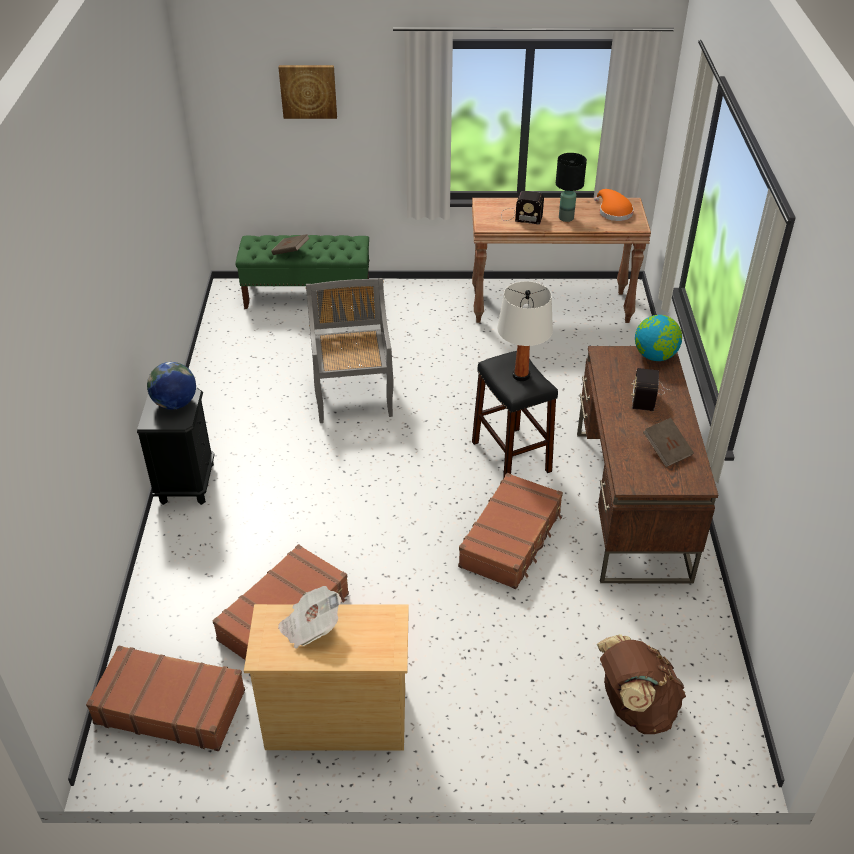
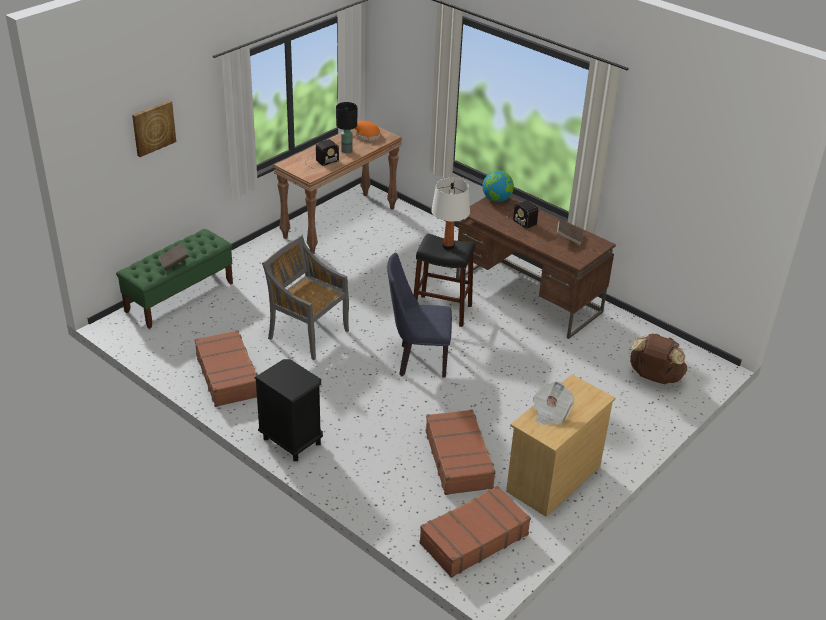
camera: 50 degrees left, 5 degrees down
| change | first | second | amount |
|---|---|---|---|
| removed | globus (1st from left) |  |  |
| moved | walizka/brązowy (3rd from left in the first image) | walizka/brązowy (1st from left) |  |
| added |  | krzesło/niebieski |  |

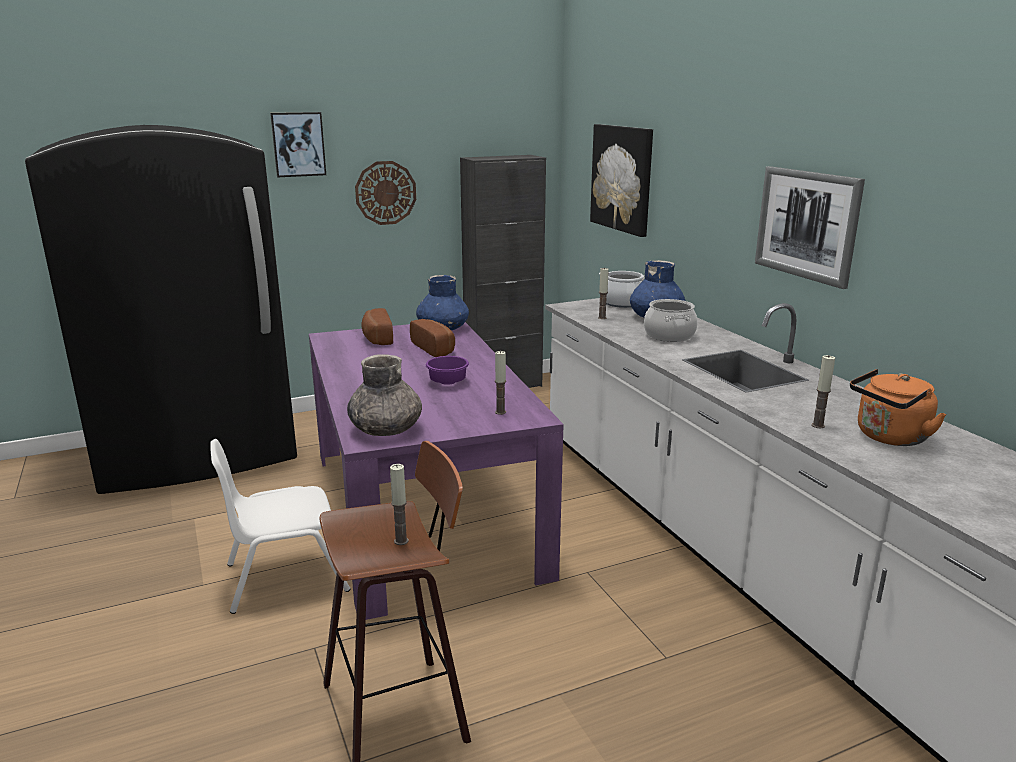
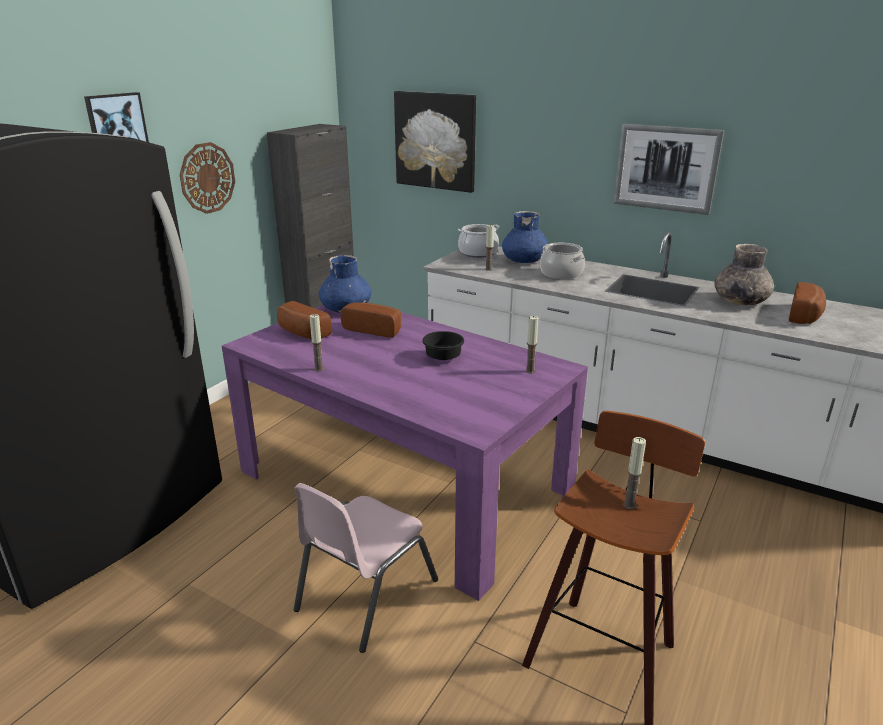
camera: 35 degrees left, 5 degrees up
| change | first | second | amount |
|---|---|---|---|
| moved | wazon/szary |  |  |
| moved | świeca (4th from left in the first image) | świeca (1st from left) |  |
| recoloured | miska/fioletowy | miska/czarny |  |
| replaced | czajnik/pomarańczowy | chleb (3rd from left) |  |
| recoloured | krzesło/biały | krzesło/różowy |  |

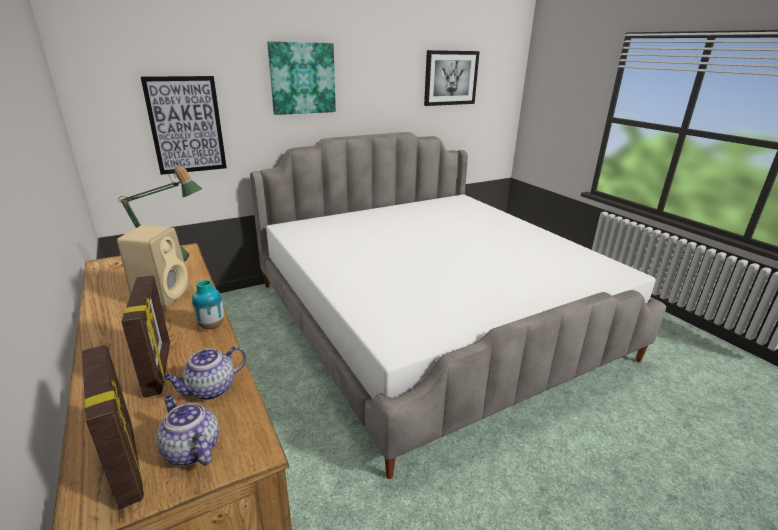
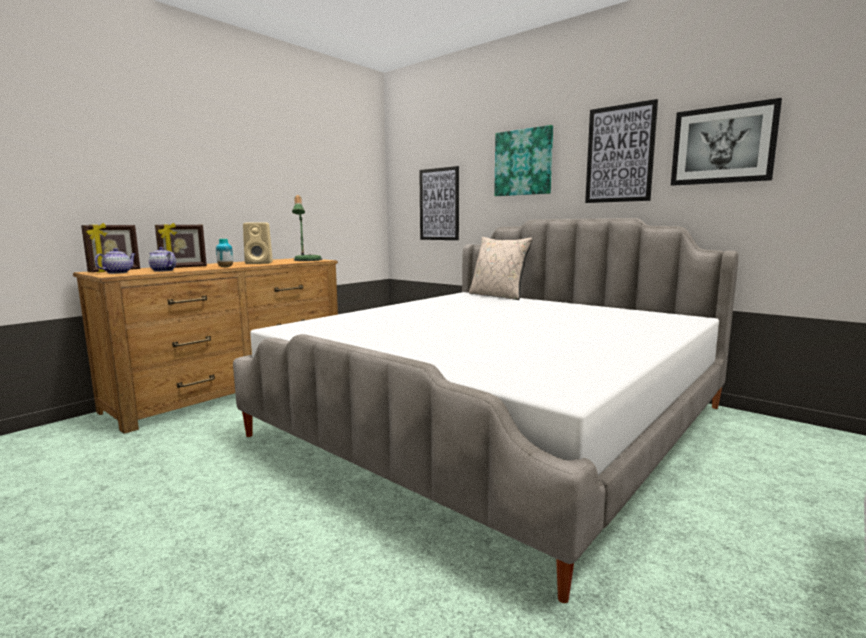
camera: 70 degrees right, 15 degrees down
| change | first | second | amount |
|---|---|---|---|
| added |  | obraz (3rd from left) |  |
| added |  | poduszka/beżowy |  |

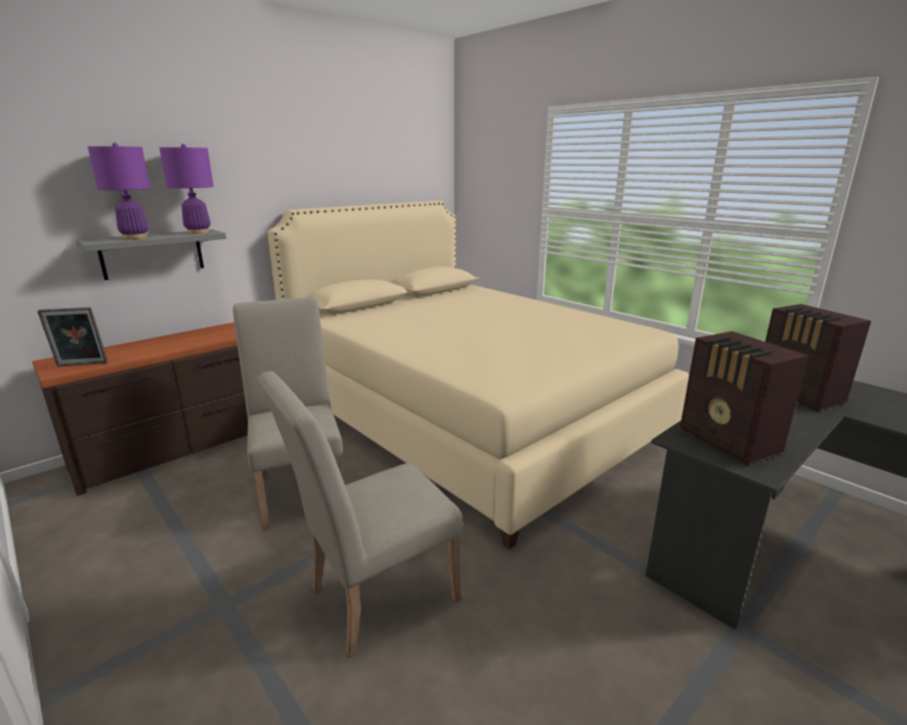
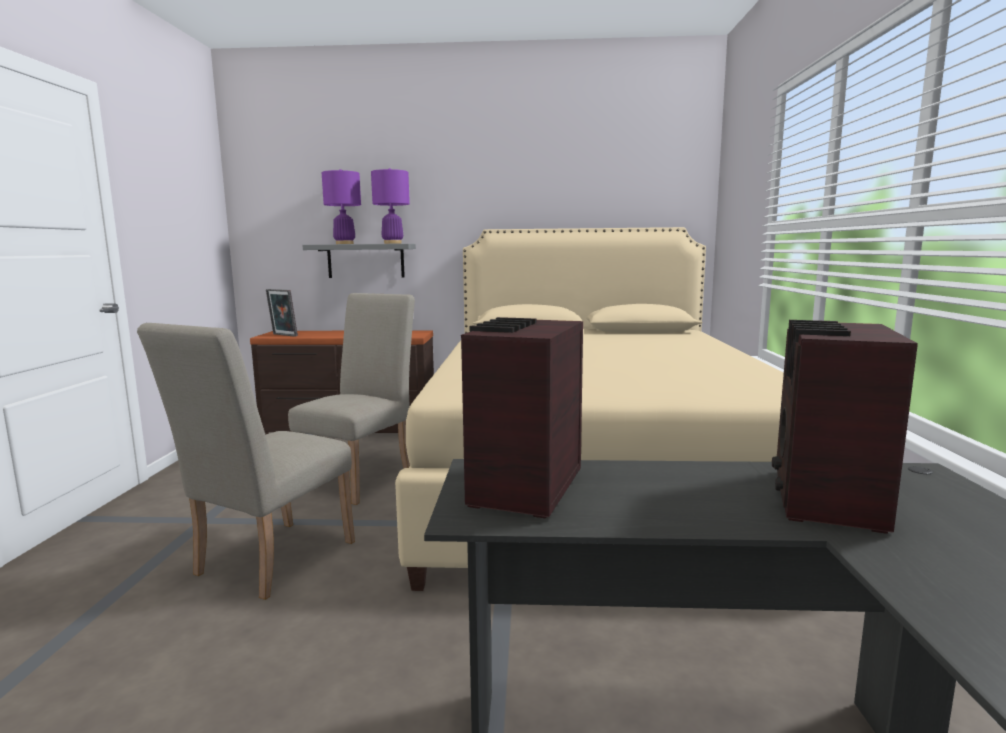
camera: 45 degrees right, 10 degrees down
| change | first | second | amount |
|---|---|---|---|
| turned | krzesło/beżowy (2nd from left in the first image) | krzesło/beżowy (1st from left) | 75 degrees counterclockwise |

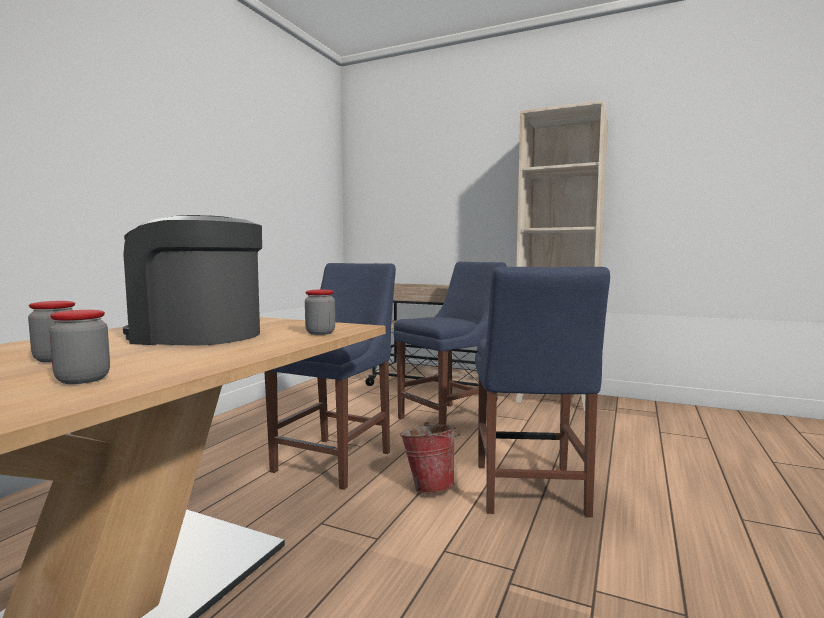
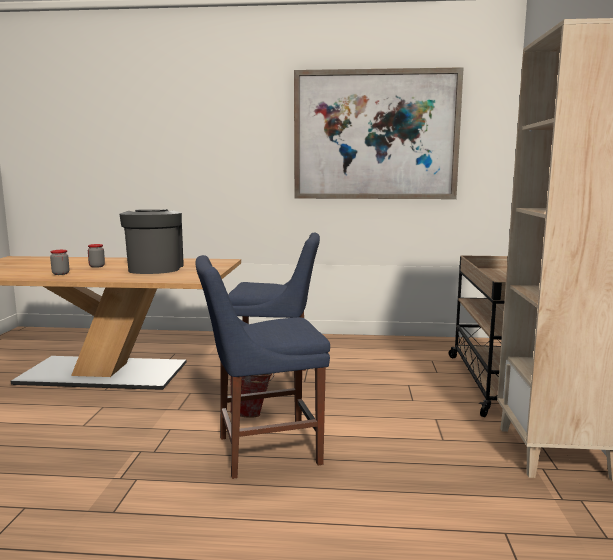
camera: 70 degrees right, 5 degrees up
| change | first | second | amount |
|---|---|---|---|
| removed | krzesło/niebieski (2nd from left) |  |  |
| removed | słoik (3rd from left) |  |  |
| added |  | obraz |  |

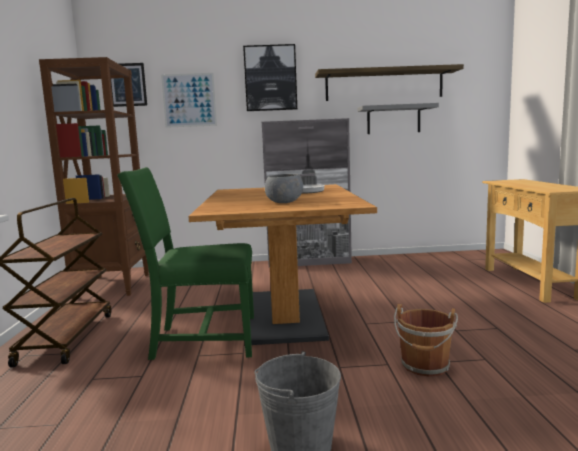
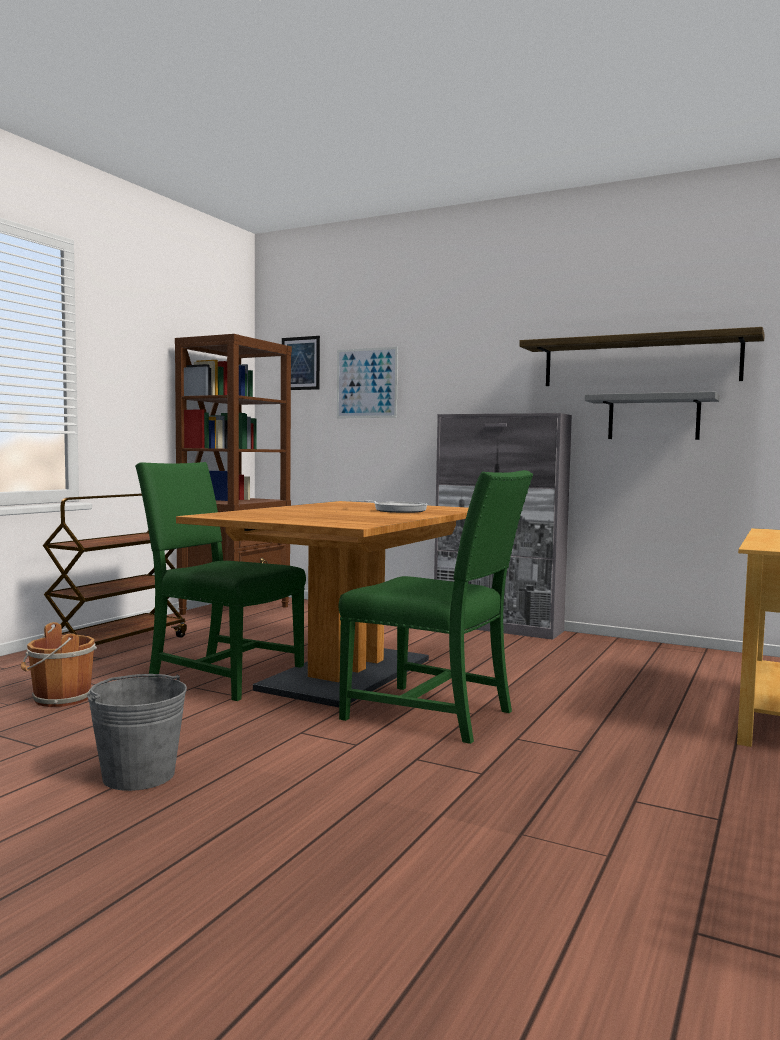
camera: 30 degrees right, 5 degrees down
| change | first | second | amount |
|---|---|---|---|
| removed | obraz (3rd from left) |  |  |
| removed | miska/szary |  |  |
| moved | wiadro/brązowy |  |  |
| added |  | krzesło/zielony (2nd from left) |  |

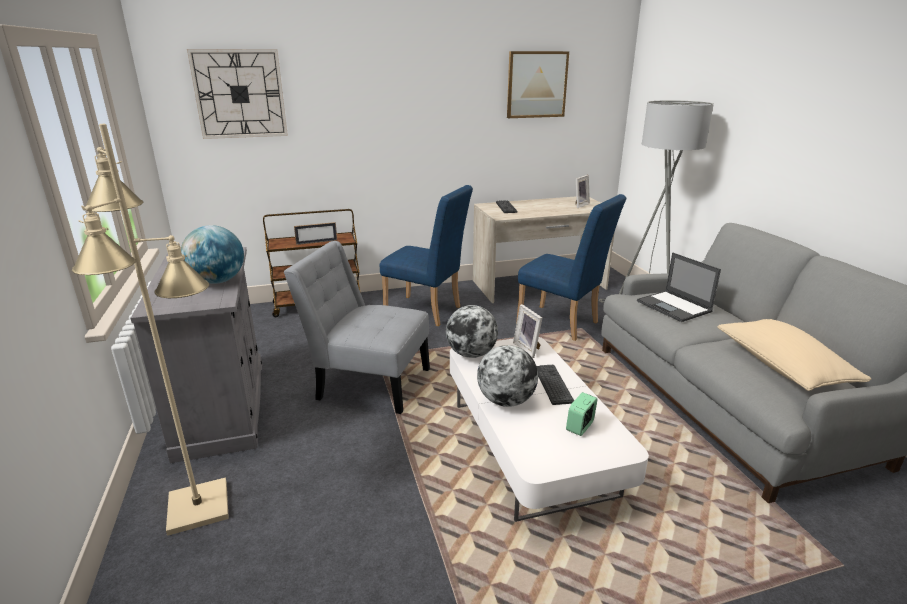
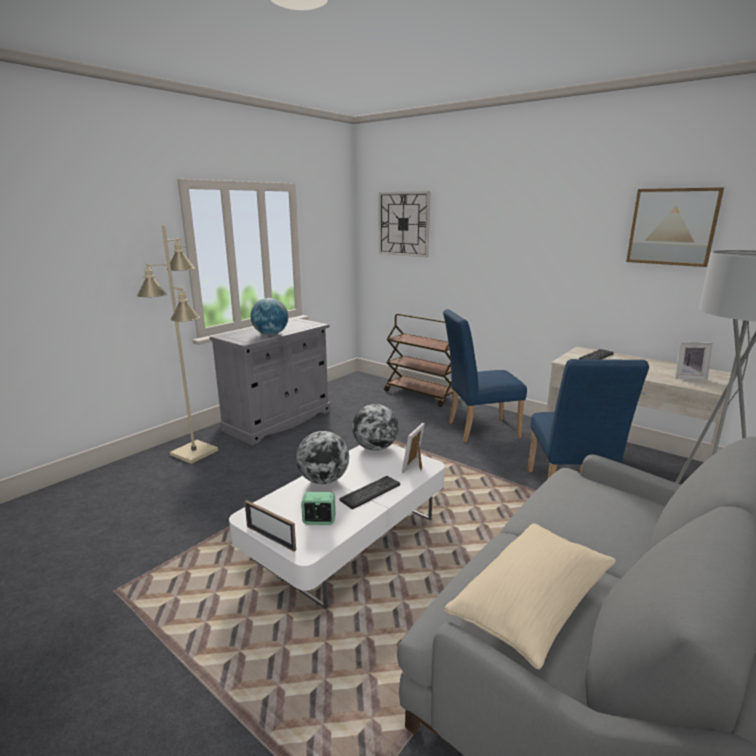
camera: 55 degrees right, 5 degrees down
| change | first | second | amount |
|---|---|---|---|
| turned | krzesło/niebieski (1st from left) |  | 90 degrees clockwise |
| moved | ramka na zdjęcie (1st from left) |  |  |
| removed | krzesło/szary |  |  |
| removed | laptop |  |  |

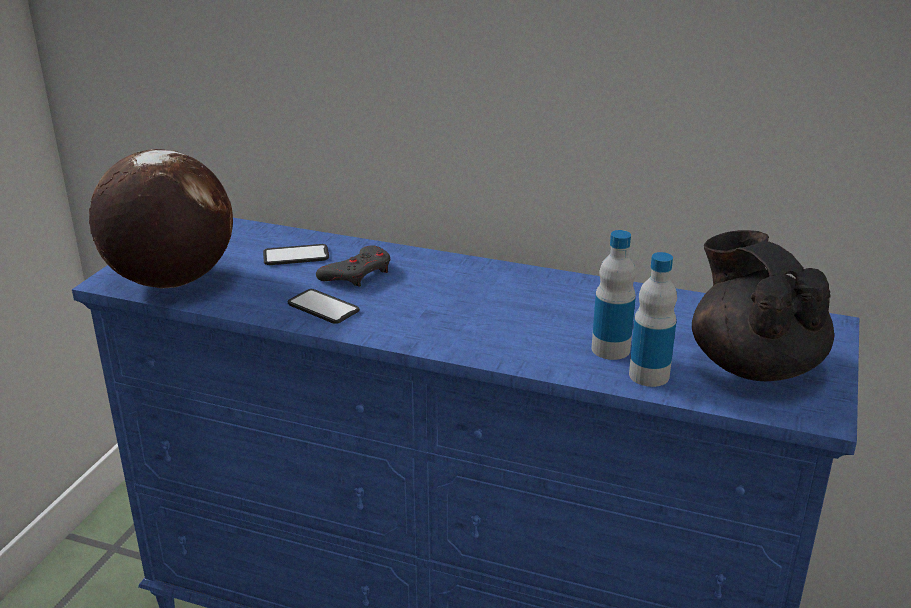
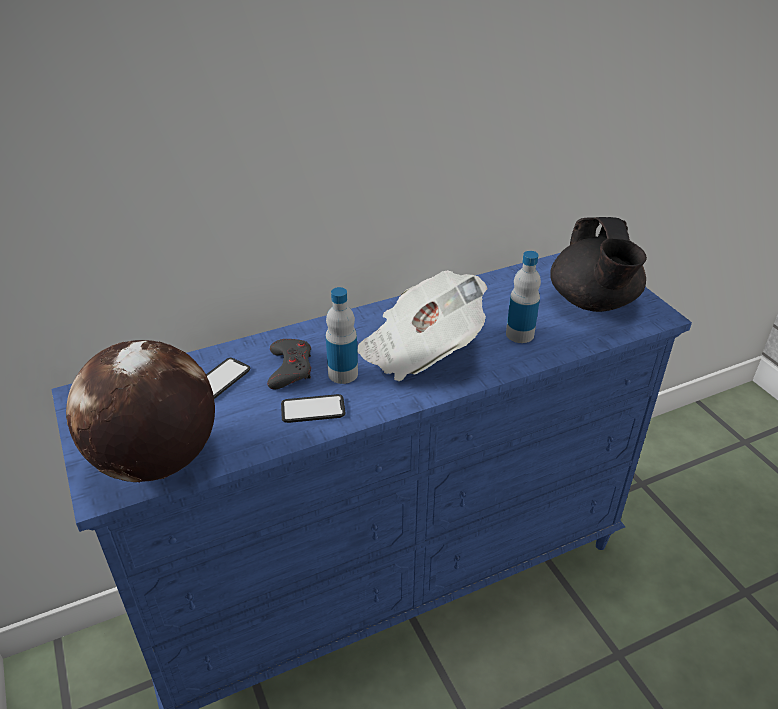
camera: 45 degrees left, 10 degrees up
| change | first | second | amount |
|---|---|---|---|
| turned | imbryk/czarny |  | 120 degrees counterclockwise |
| moved | butelka (2nd from left in the first image) | butelka (1st from left) |  |
| added |  | gazeta |  |

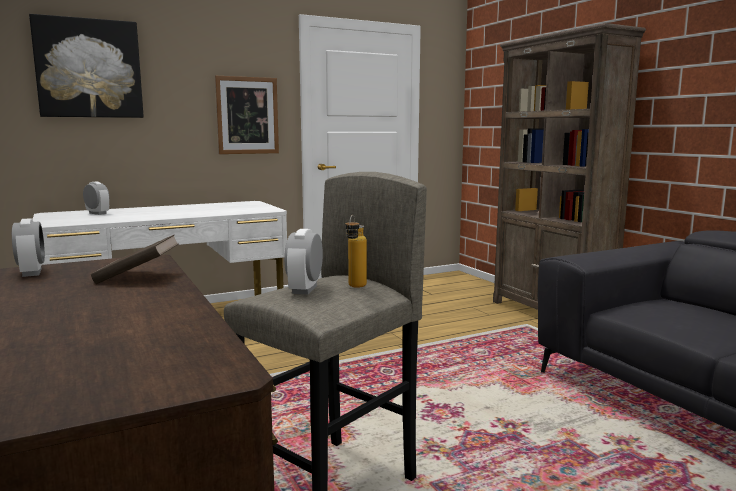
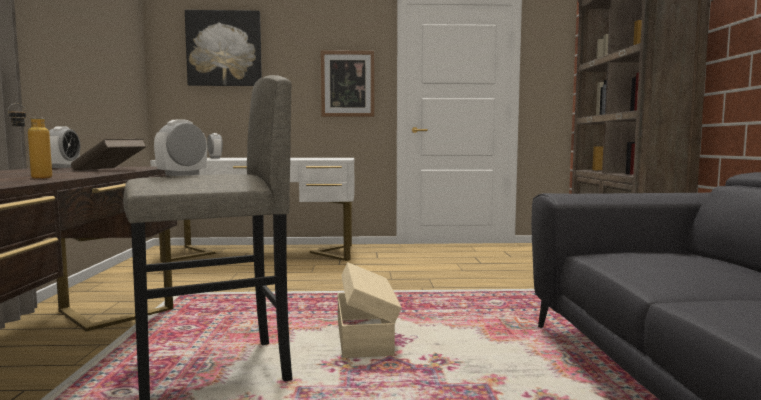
camera: 25 degrees right, 5 degrees down
| change | first | second | amount |
|---|---|---|---|
| moved | butelka |  |  |
| added |  | pojemnik do przechowywania/beżowy |  |

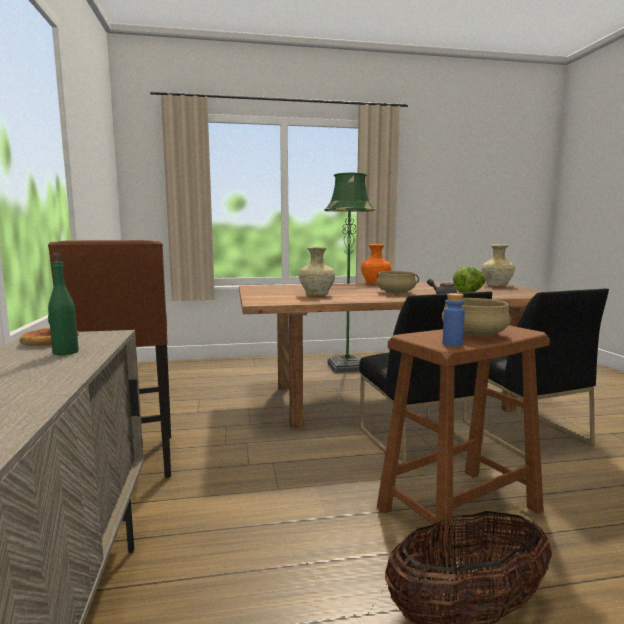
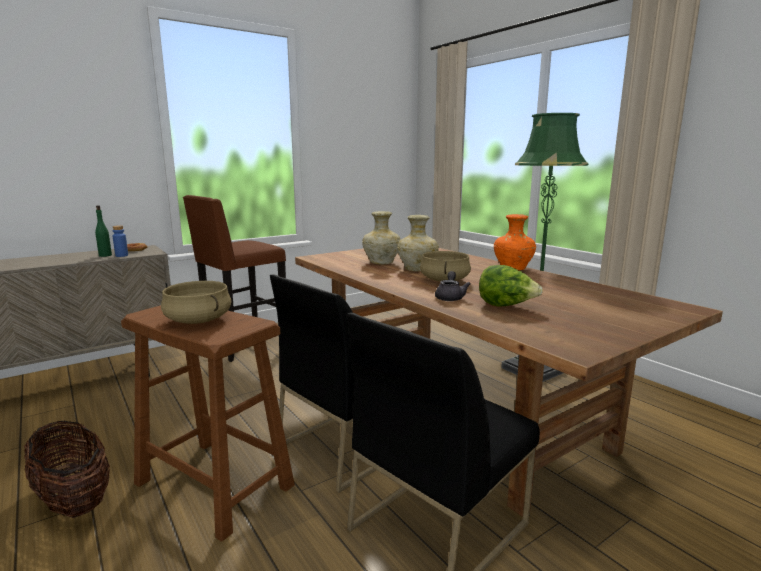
camera: 65 degrees right, 5 degrees up
| change | first | second | amount |
|---|---|---|---|
| moved | wazon/beżowy (2nd from left) |  |  |
| moved | butelka/niebieski |  |  |

